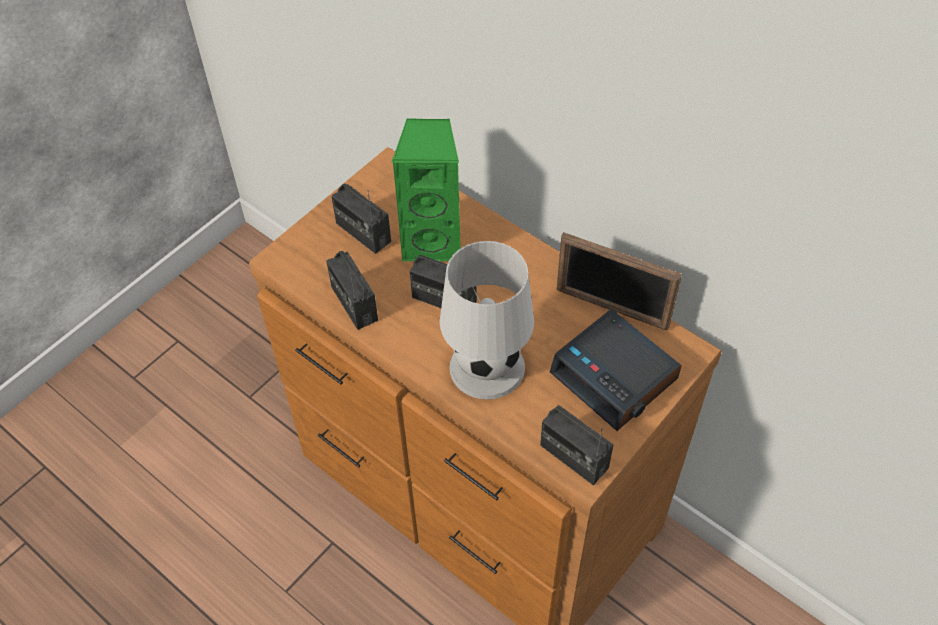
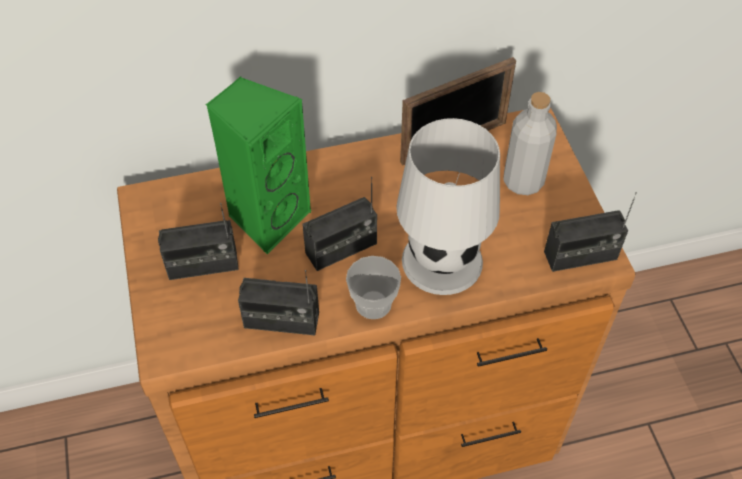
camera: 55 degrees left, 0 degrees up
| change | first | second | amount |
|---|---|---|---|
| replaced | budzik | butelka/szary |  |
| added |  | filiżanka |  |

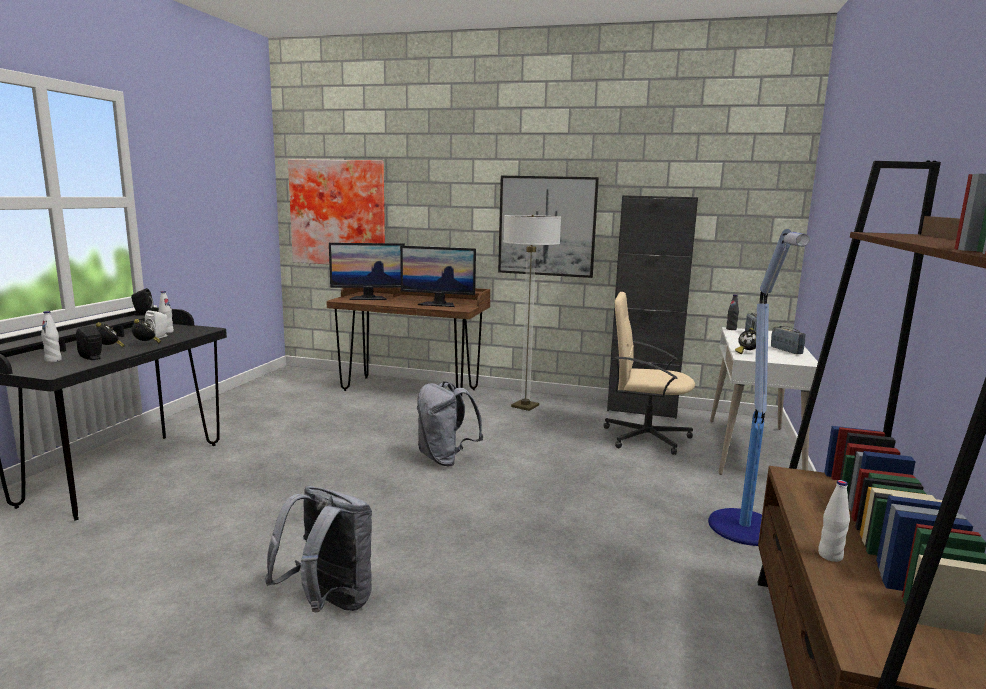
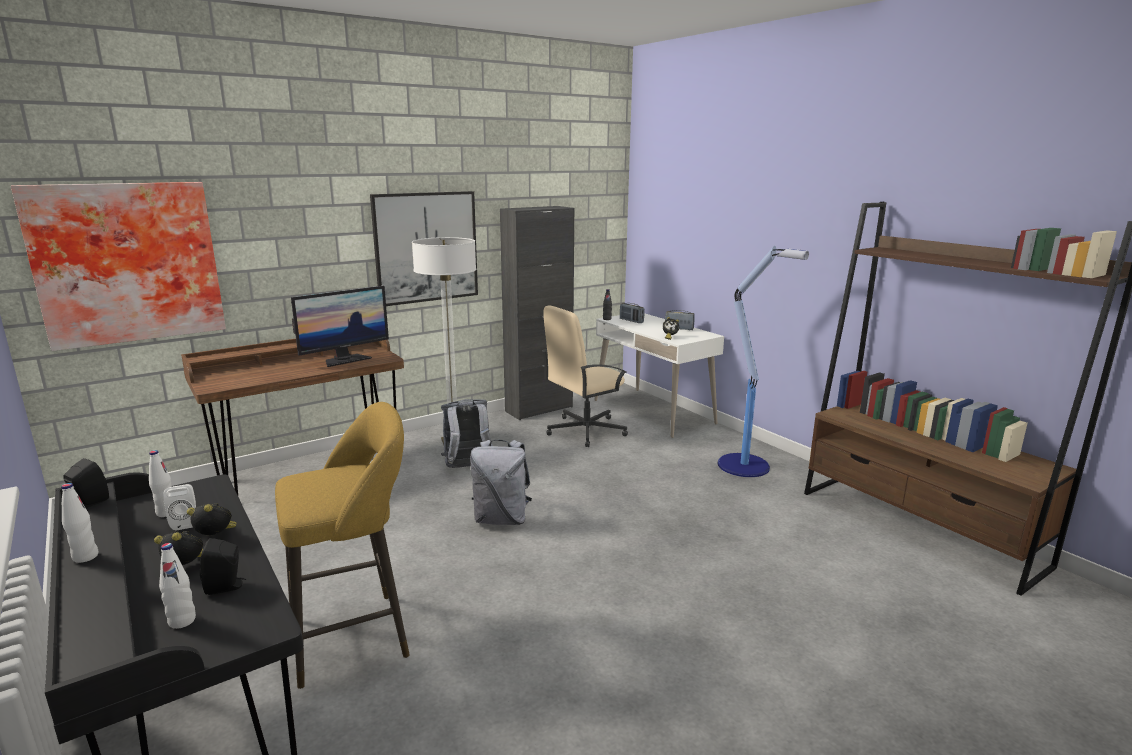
camera: 50 degrees left, 5 degrees up
| change | first | second | amount |
|---|---|---|---|
| removed | monitor (1st from left) |  |  |
| moved | butelka/biały (3rd from left in the first image) | butelka/biały (1st from left) |  |
| moved | plecak/szary (1st from left) |  |  |
| added |  | stołek/żółty |  |

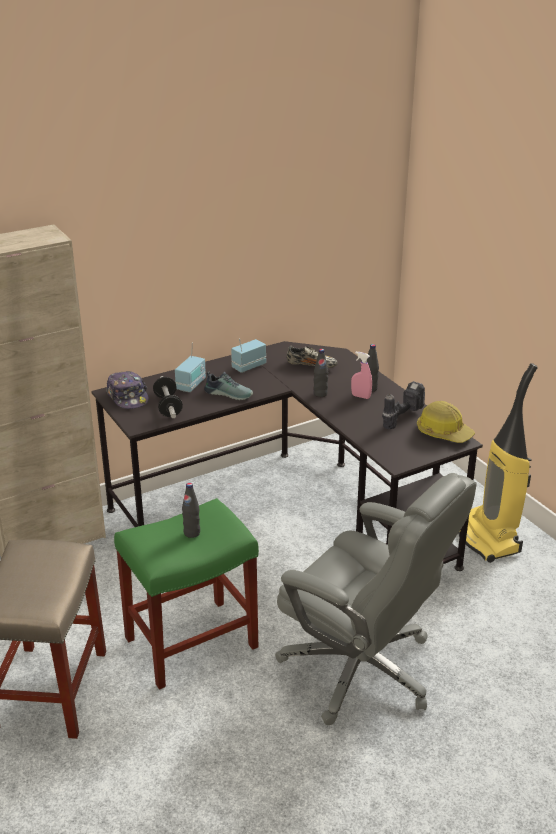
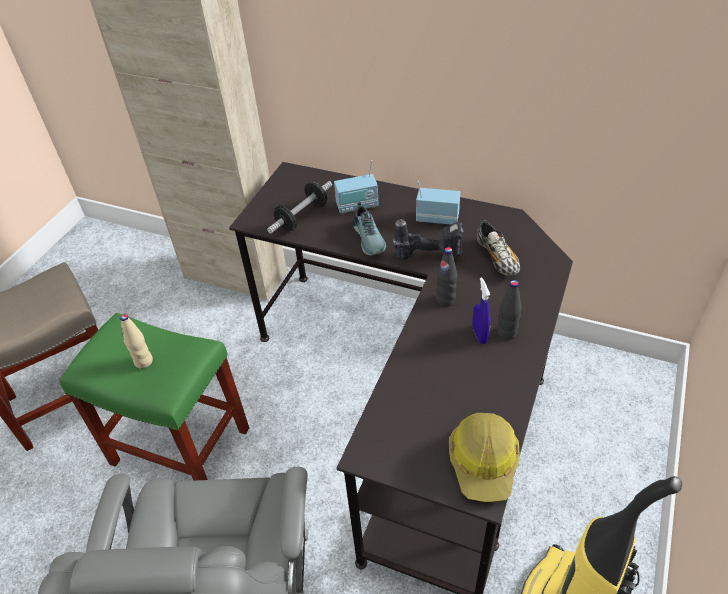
camera: 55 degrees right, 15 degrees up
| change | first | second | amount |
|---|---|---|---|
| recoloured | spryskiwacz/różowy | spryskiwacz/niebieski |  |
| removed | czapka z daszkiem |  |  |
| moved | wiertarka |  |  |
| recoloured | butelka/czarny (1st from left) | butelka/beżowy |  |

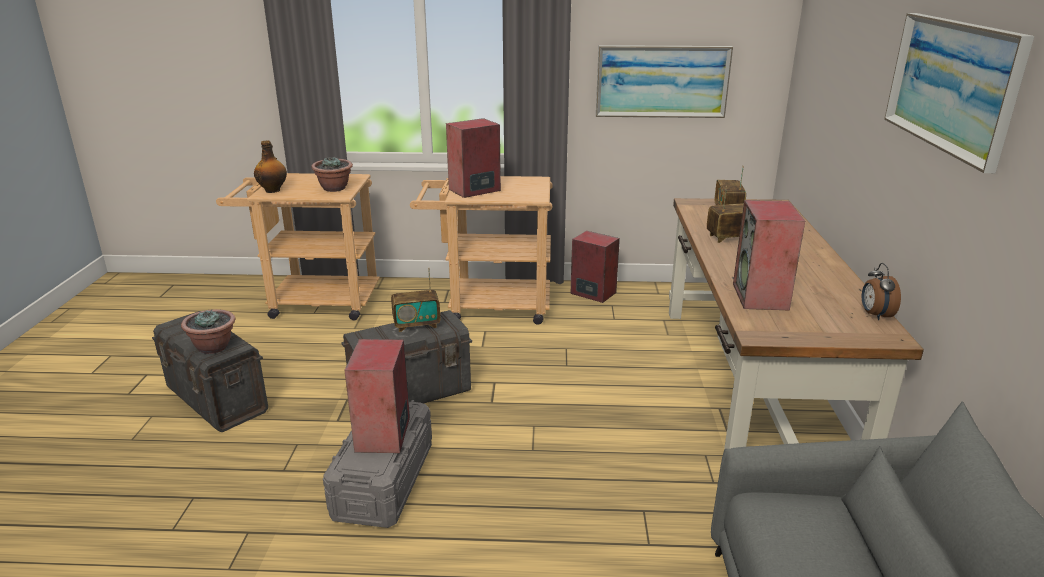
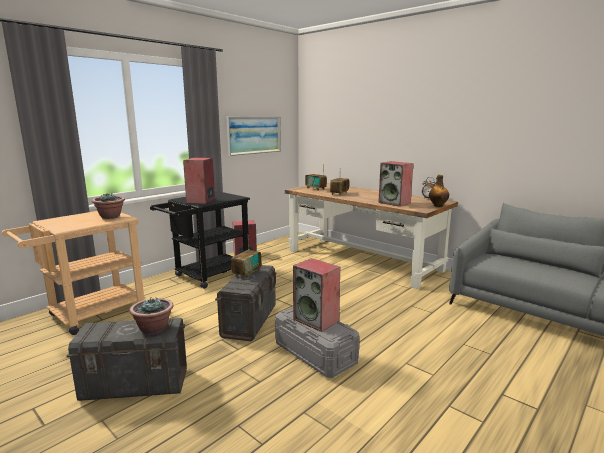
camera: 50 degrees left, 10 degrees down
| change | first | second | amount |
|---|---|---|---|
| removed | obraz (2nd from left) |  |  |
| moved | butelka |  |  |
| recoloured | wózek/beżowy (2nd from left) | wózek/czarny |  |

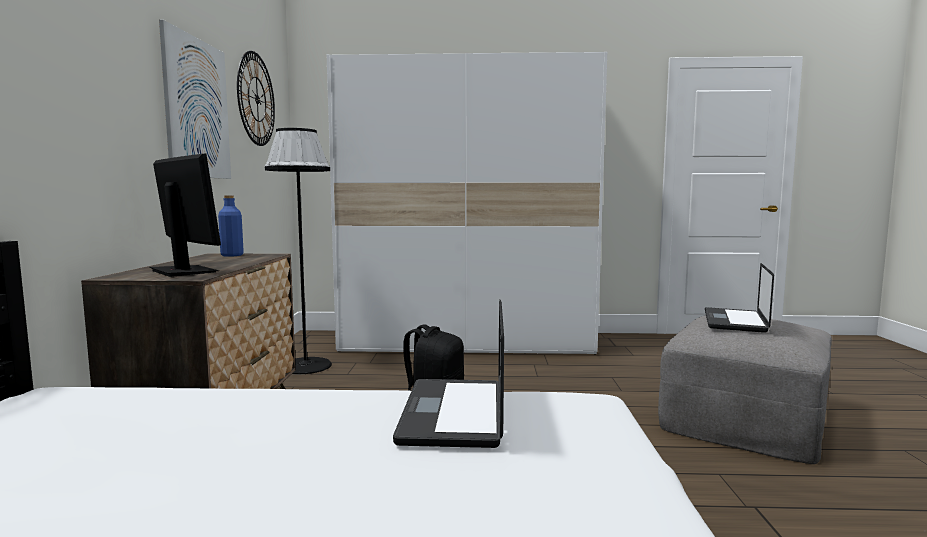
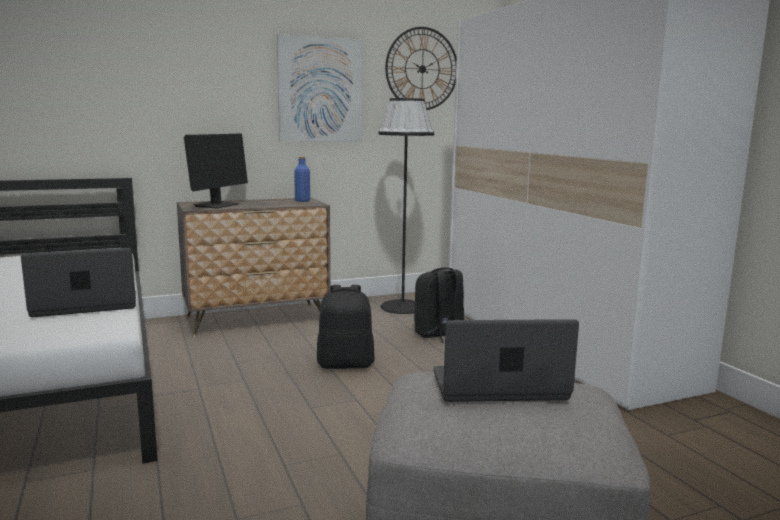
camera: 65 degrees right, 5 degrees up
| change | first | second | amount |
|---|---|---|---|
| added |  | plecak/czarny (2nd from left) |  |

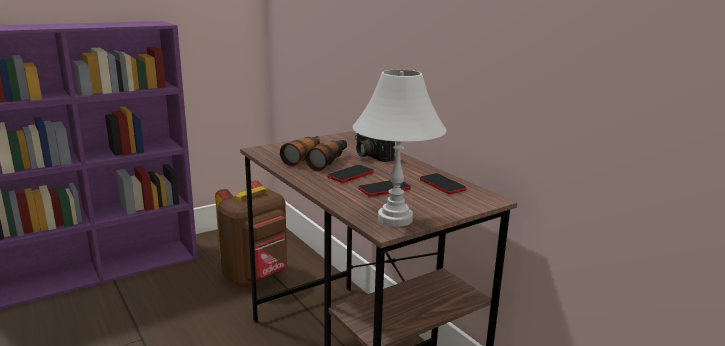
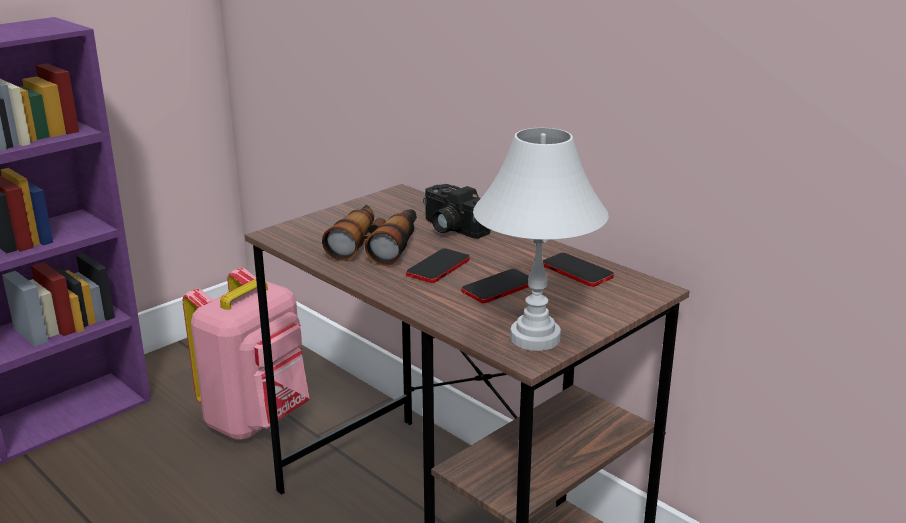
camera: 10 degrees left, 5 degrees up
| change | first | second | amount |
|---|---|---|---|
| recoloured | plecak/brązowy | plecak/różowy |  |

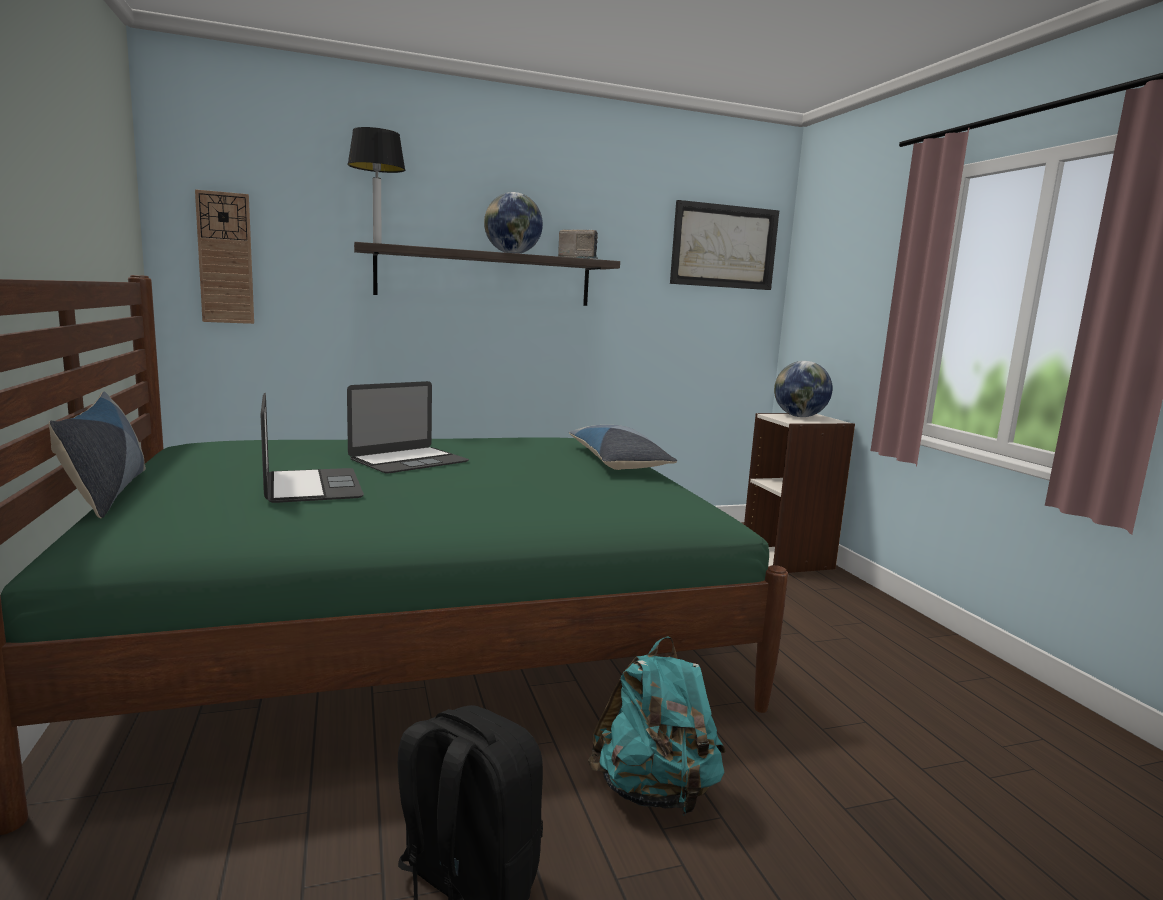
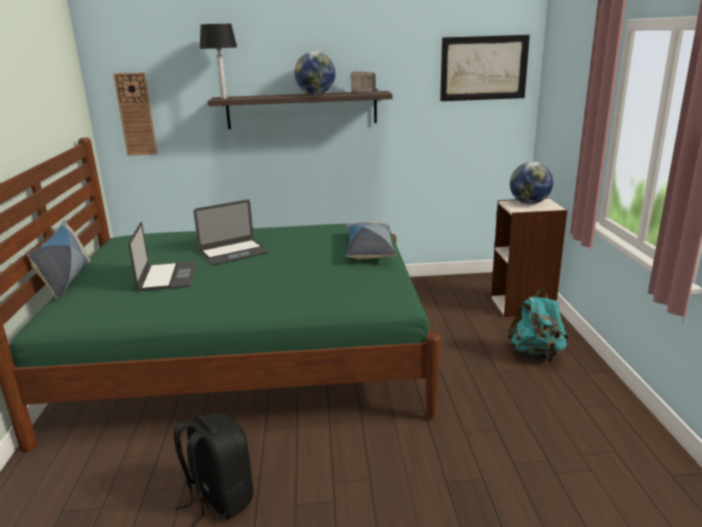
camera: 15 degrees right, 10 degrees up
| change | first | second | amount |
|---|---|---|---|
| moved | plecak/turkusowy |  |  |

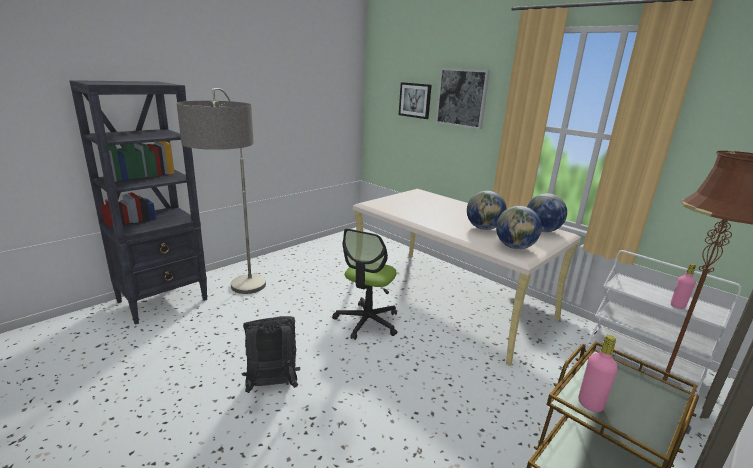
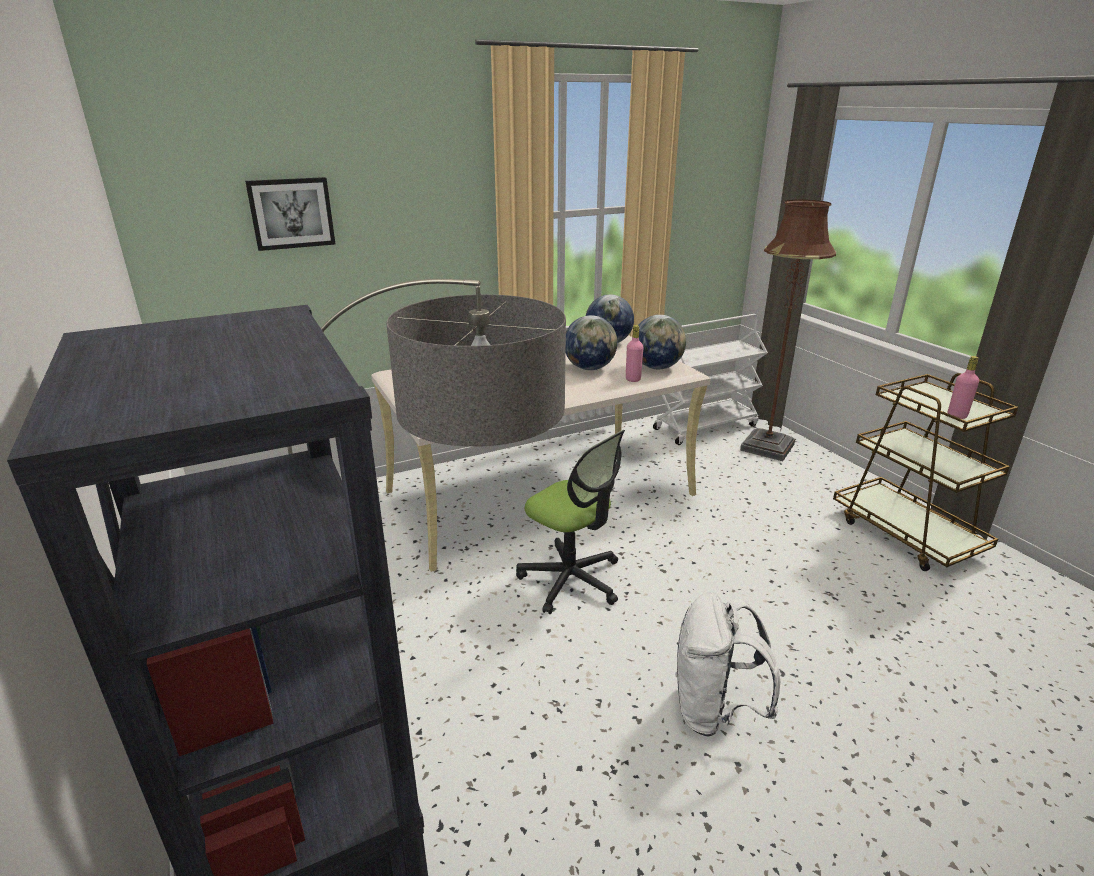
camera: 70 degrees left, 5 degrees up
| change | first | second | amount |
|---|---|---|---|
| removed | obraz (2nd from left) |  |  |
| moved | butelka/różowy (2nd from left in the first image) | butelka/różowy (1st from left) |  |
| recoloured | plecak/czarny | plecak/biały |  |

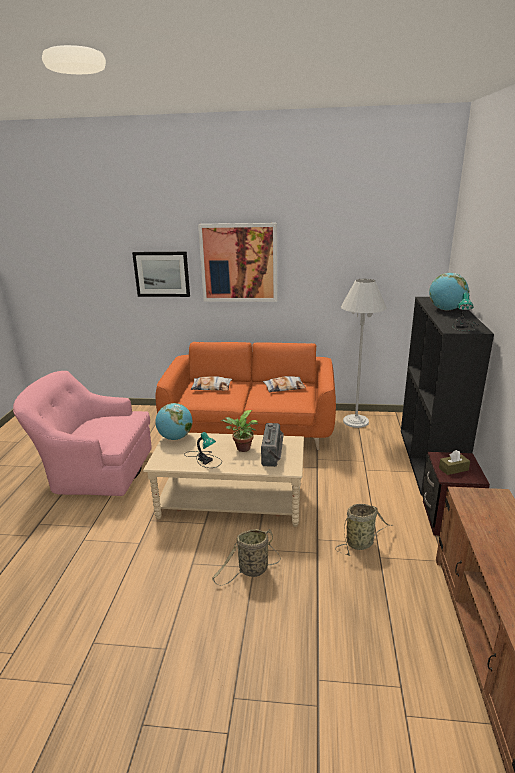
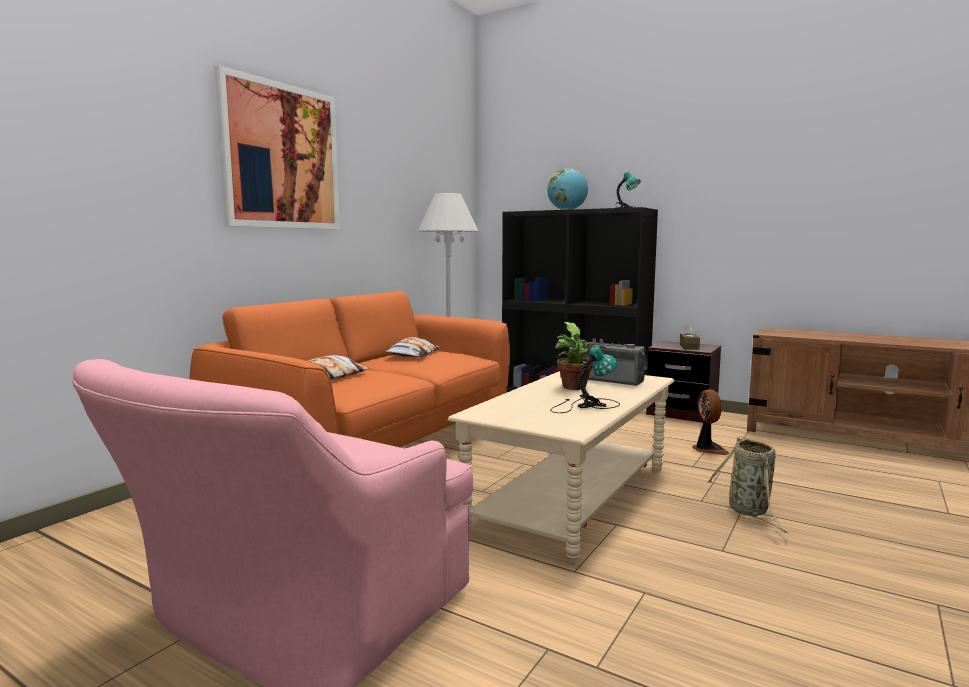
camera: 65 degrees left, 15 degrees down
| change | first | second | amount |
|---|---|---|---|
| removed | obraz (1st from left) |  |  |
| removed | globus (1st from left) |  |  |
| replaced | koszyk (2nd from left) | wentylator |  |

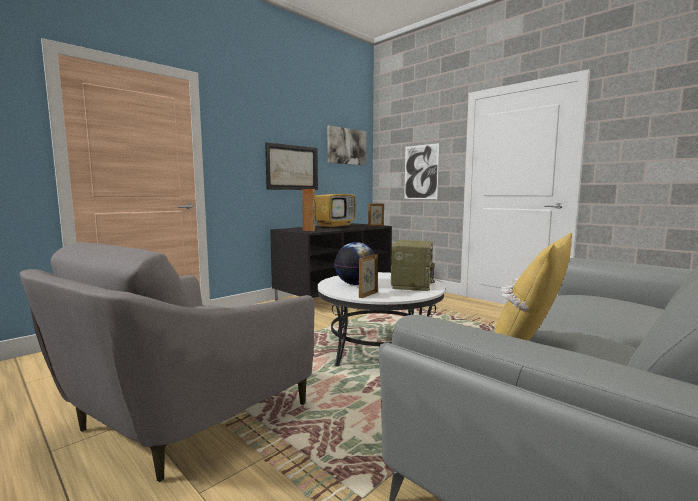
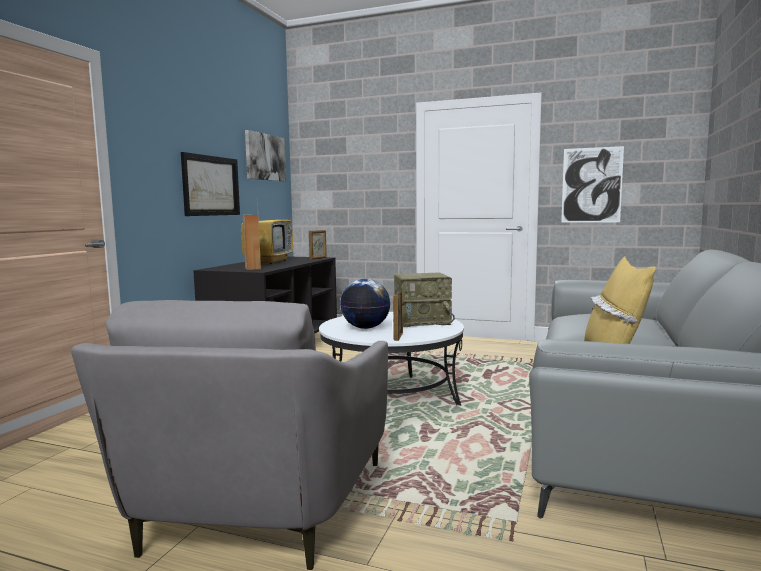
camera: 25 degrees left, 0 degrees up
| change | first | second | amount |
|---|---|---|---|
| moved | obraz (3rd from left) |  |  |
| turned | radio |  | 90 degrees clockwise |

